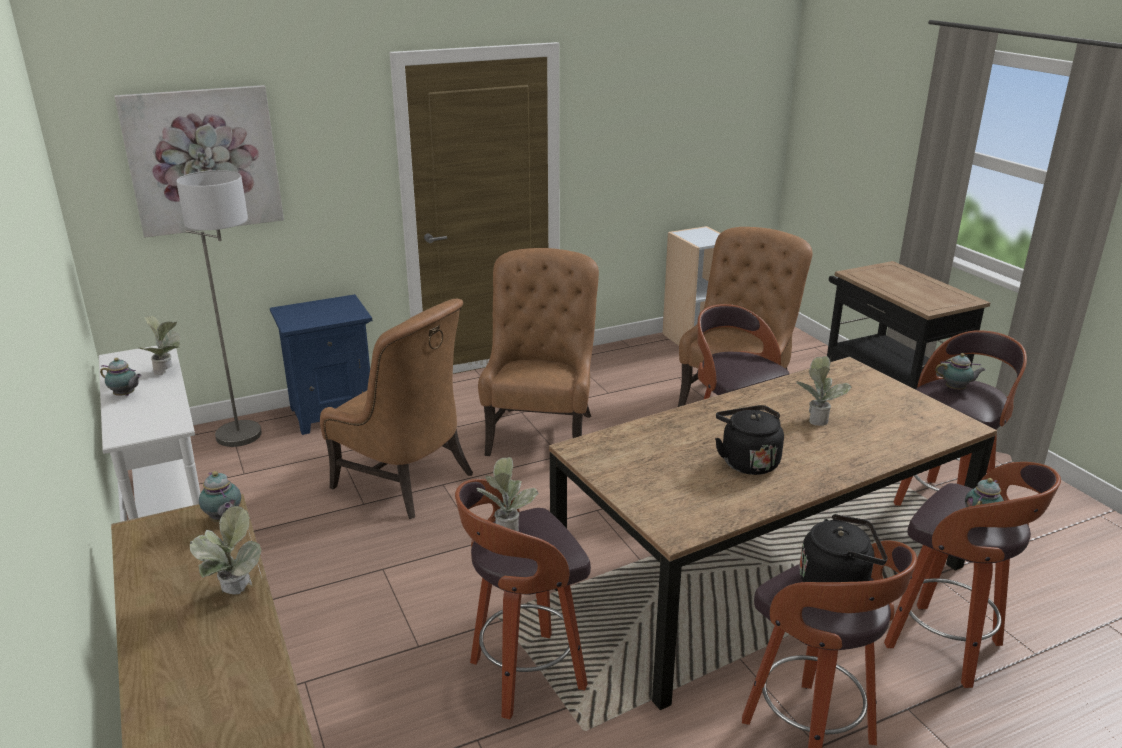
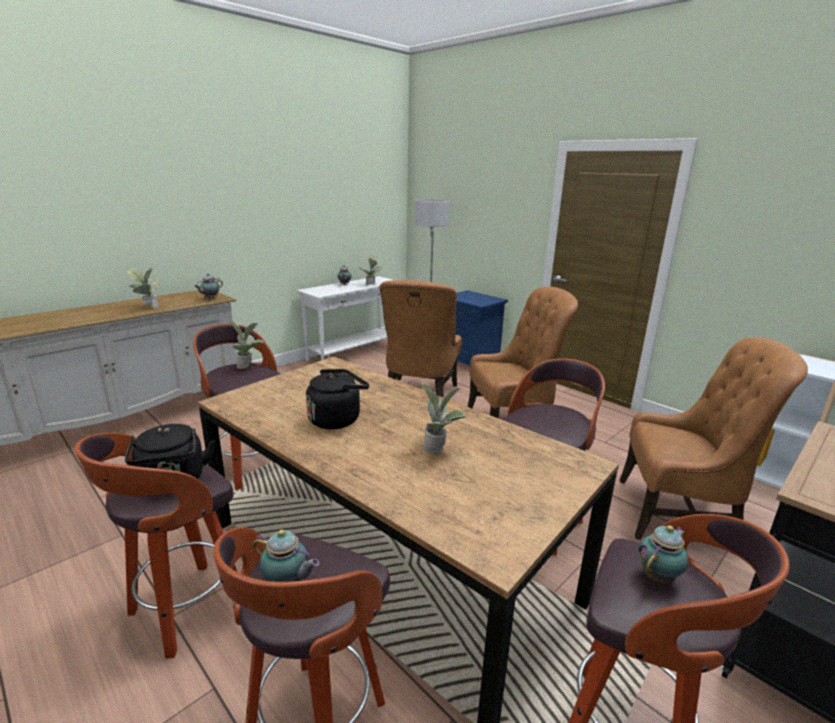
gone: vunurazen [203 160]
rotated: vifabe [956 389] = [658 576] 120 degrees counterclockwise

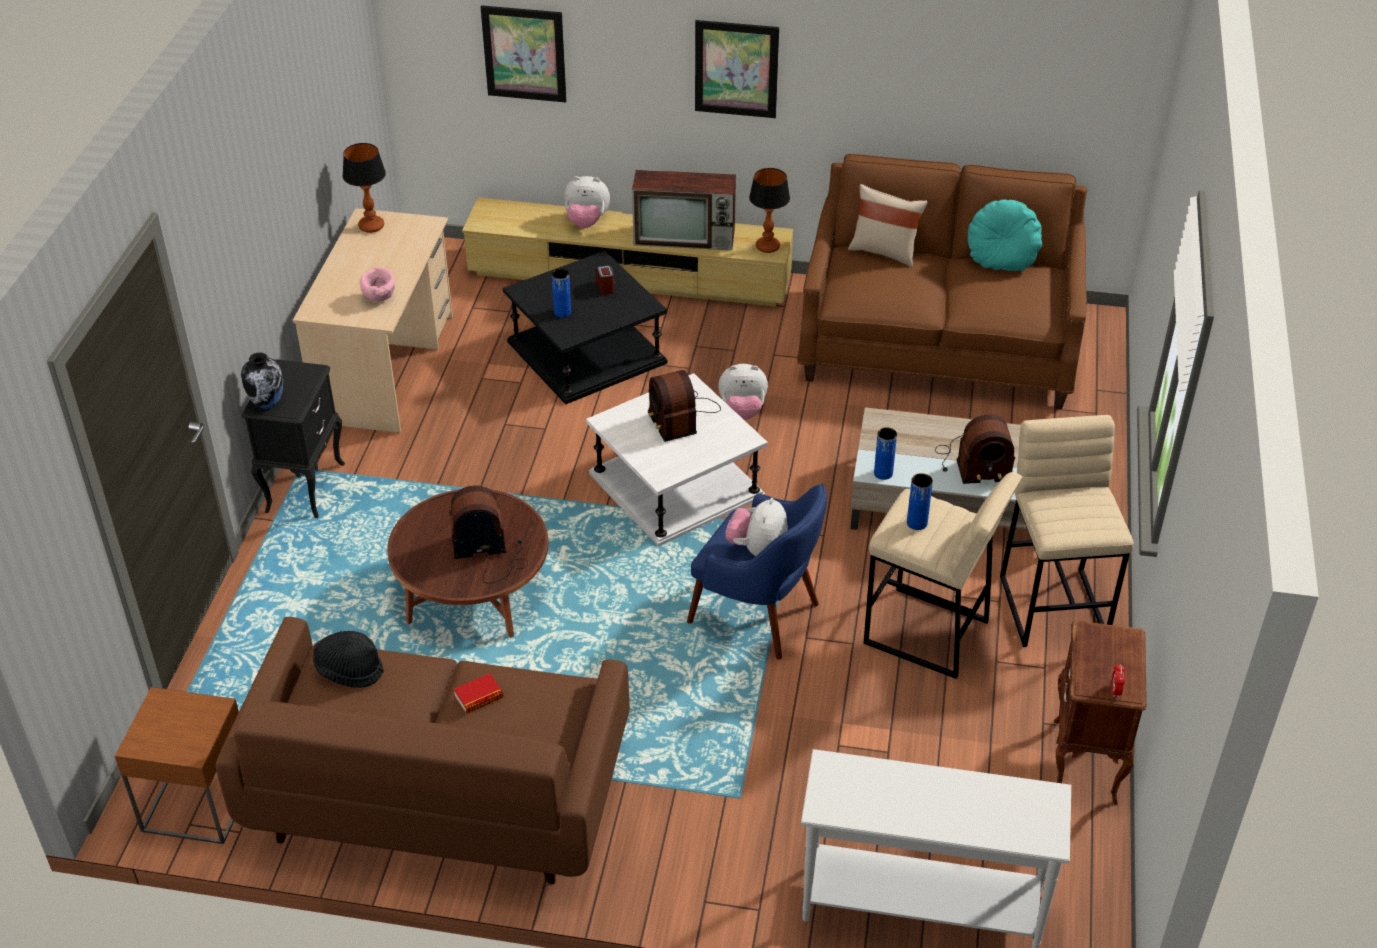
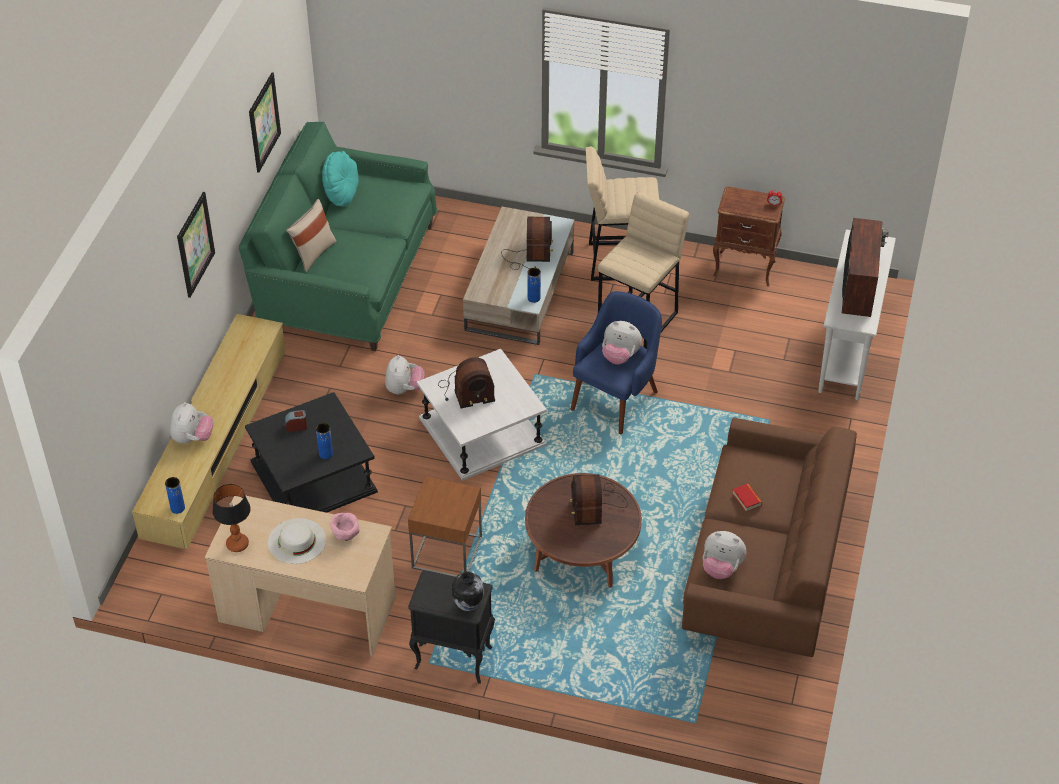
gone: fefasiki [768 247]
new: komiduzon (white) [297 541]
shifted: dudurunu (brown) [198 803] to [447 552]; vunurazen [524 53] to [264 122]; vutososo [686 237] to [858 285]; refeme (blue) [917 523] to [177 508]
swapped: komiduzon (black) [349 670] to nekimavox [721 568]
repainted: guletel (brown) [938 343] to guletel (green) [345 275]

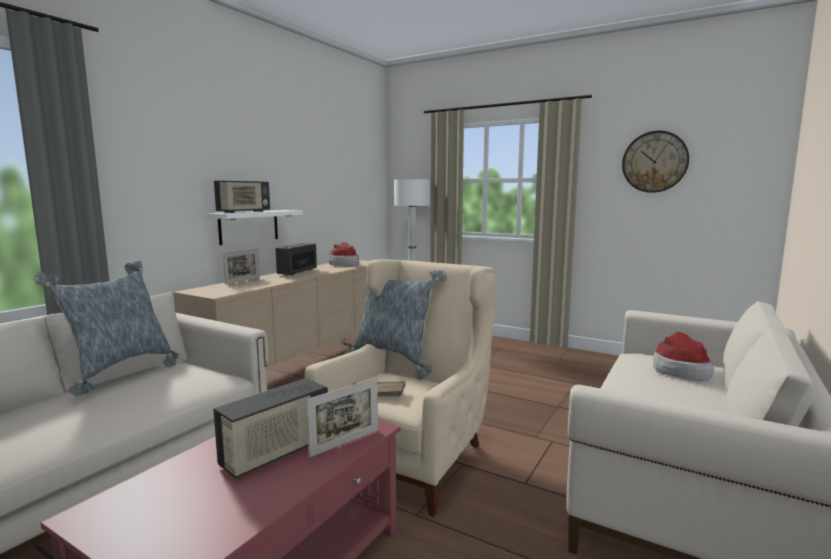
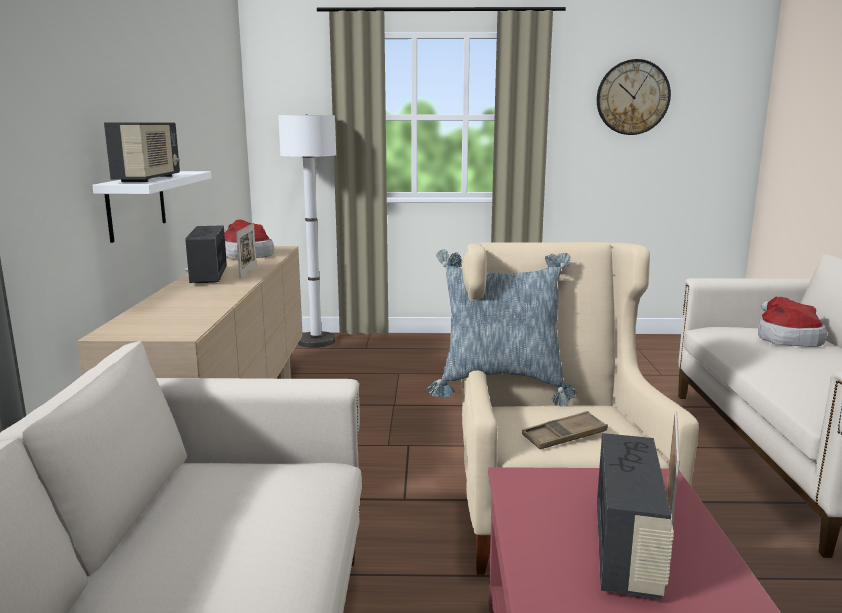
gone: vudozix [118 378]
shifted: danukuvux [242 281] to [248 271]

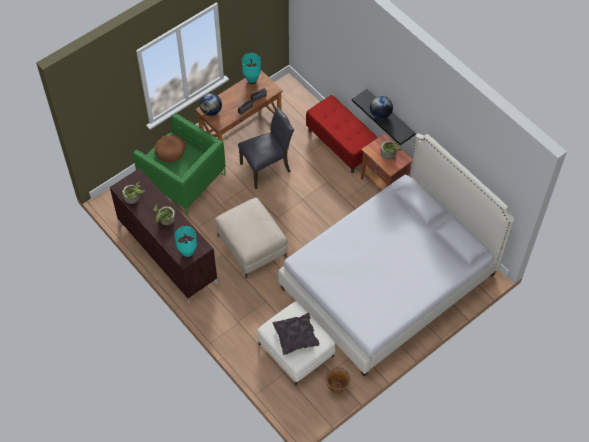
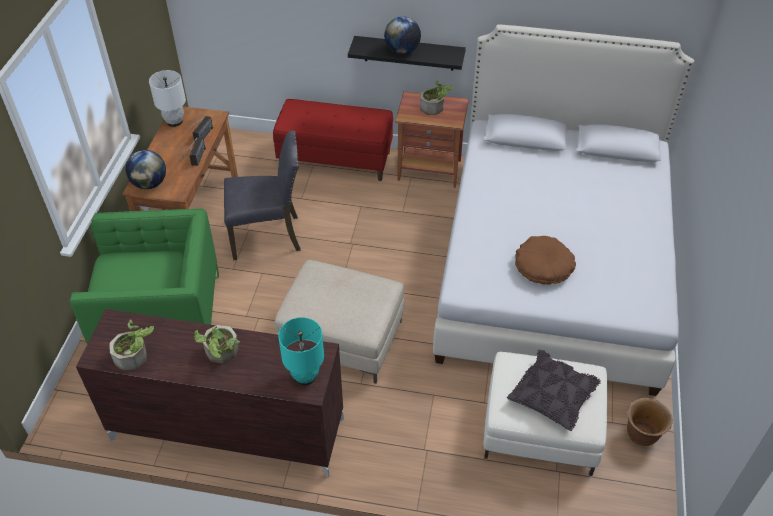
shifted: vudozix (brown) [170 151] to [542 267]
repainted: fefasiki (turquoise) [252 80] to fefasiki (white) [174 121]
rotated: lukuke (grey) [267 168] = [268 236] 60 degrees clockwise

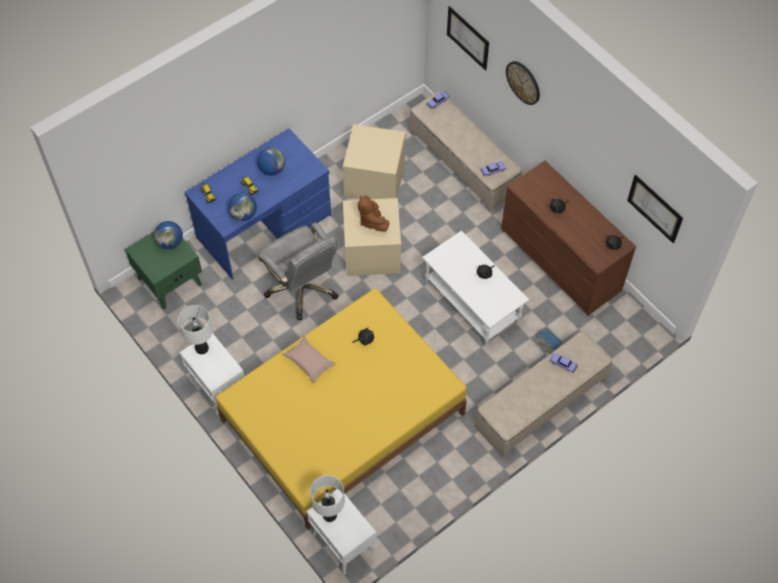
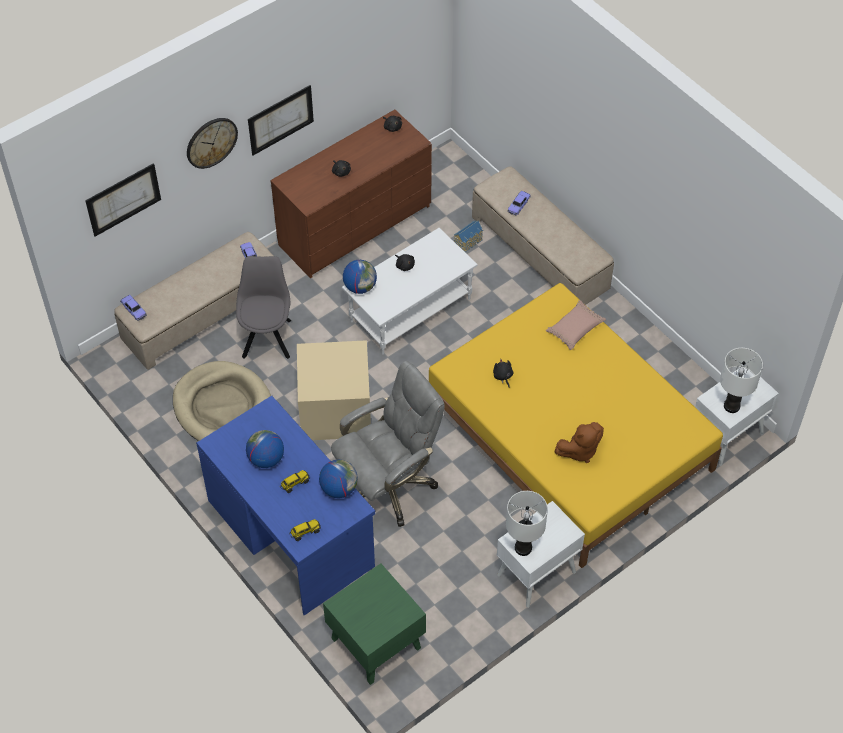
new: lukuke (grey) [267 338]
shifted: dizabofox [170 242] to [360 287]; vudozix (beige) [309 361] to [575 327]; nekimavox (brown) [372 220] to [579 450]; vunurazen [654 208] to [280 120]
swapped: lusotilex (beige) [375 179] to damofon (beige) [222 407]

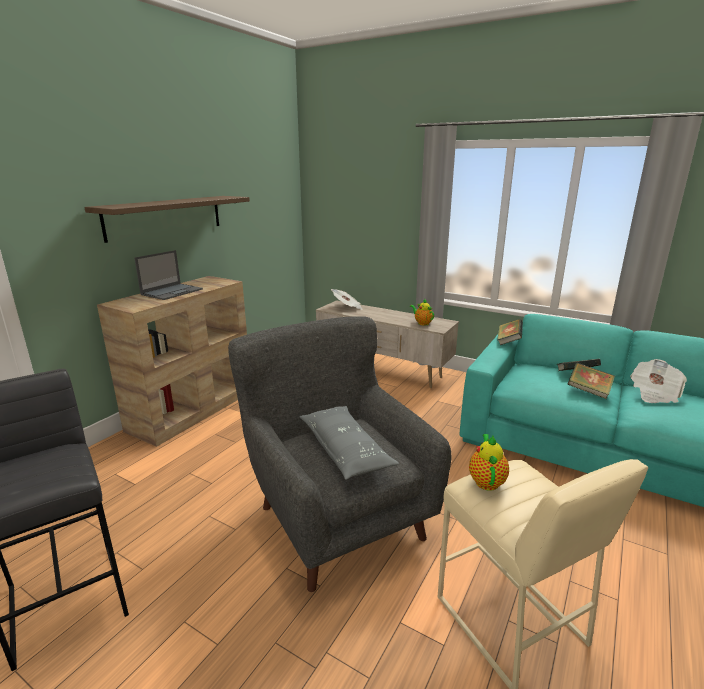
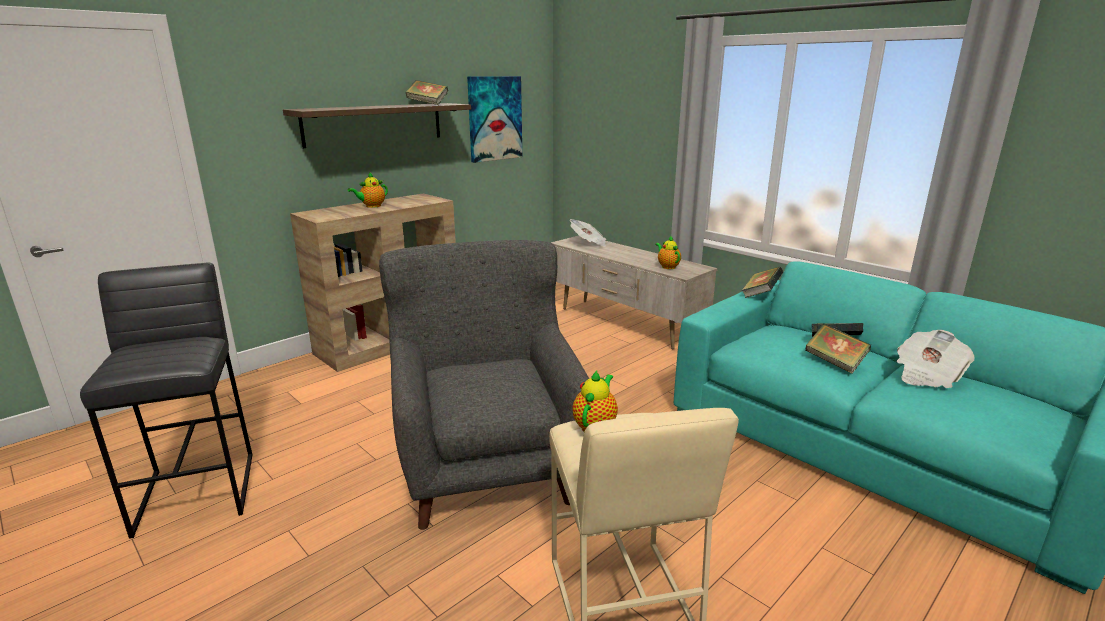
gone: vudozix (grey) [345 450]
new: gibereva [427 104]; vunurazen [494 118]
swapped: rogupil [172 292] to vifabe [371 206]

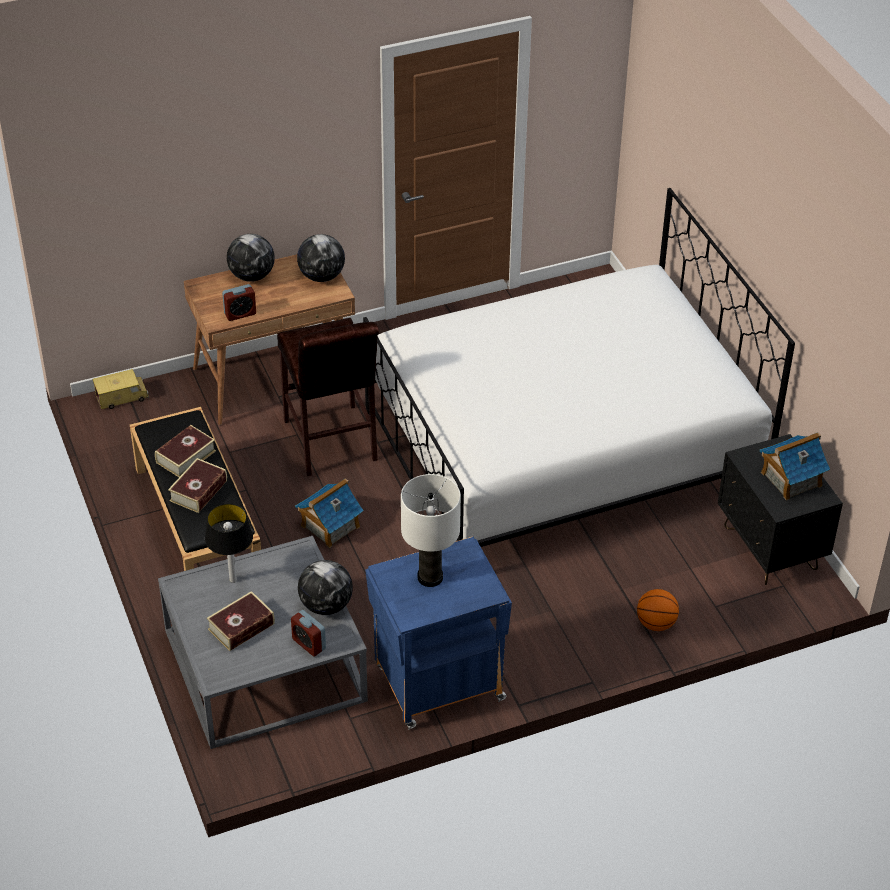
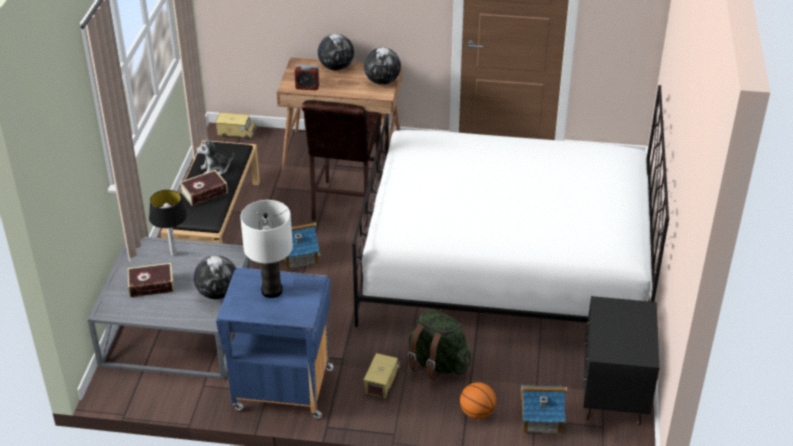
gone: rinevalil [309 644]
new: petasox [382 381]; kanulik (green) [437 364]
shifted: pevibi [790 479] to [540 419]
swapped: gibereva [186 456] to nekimavox [215 169]

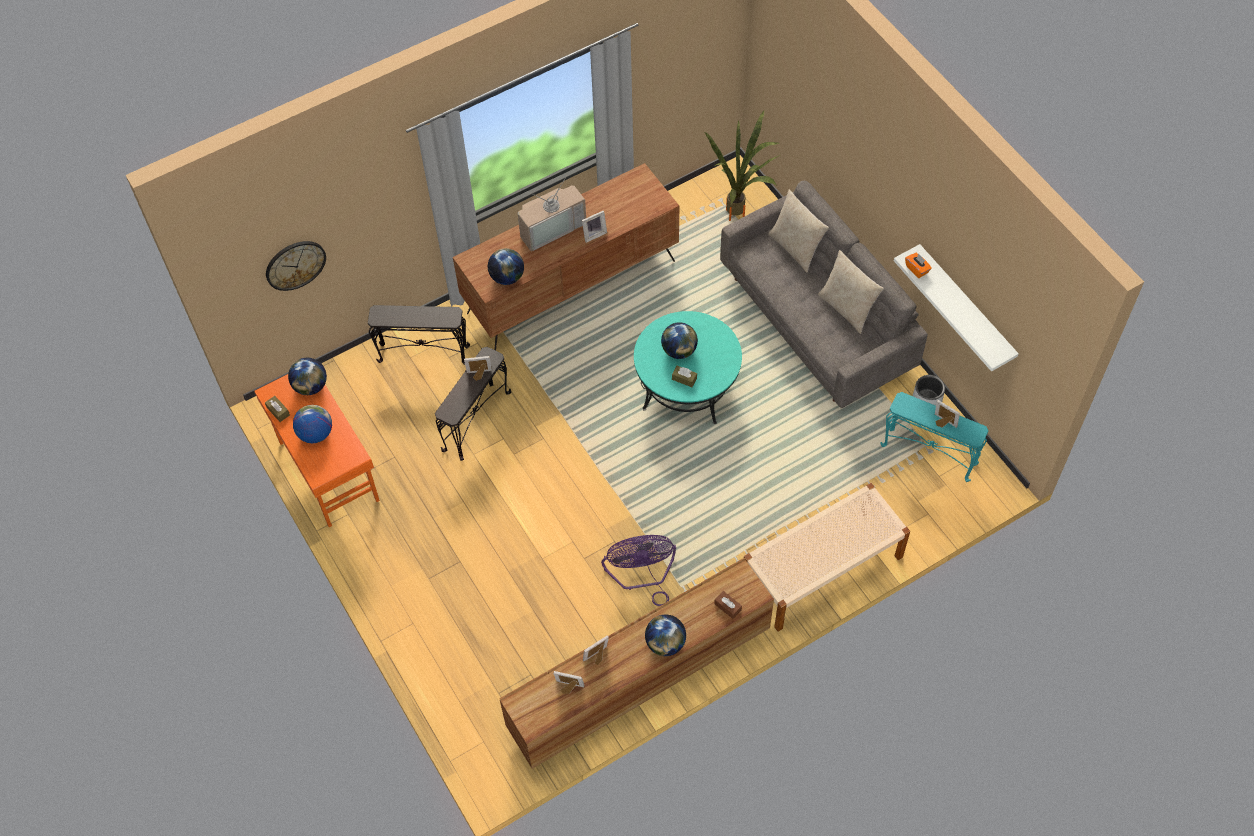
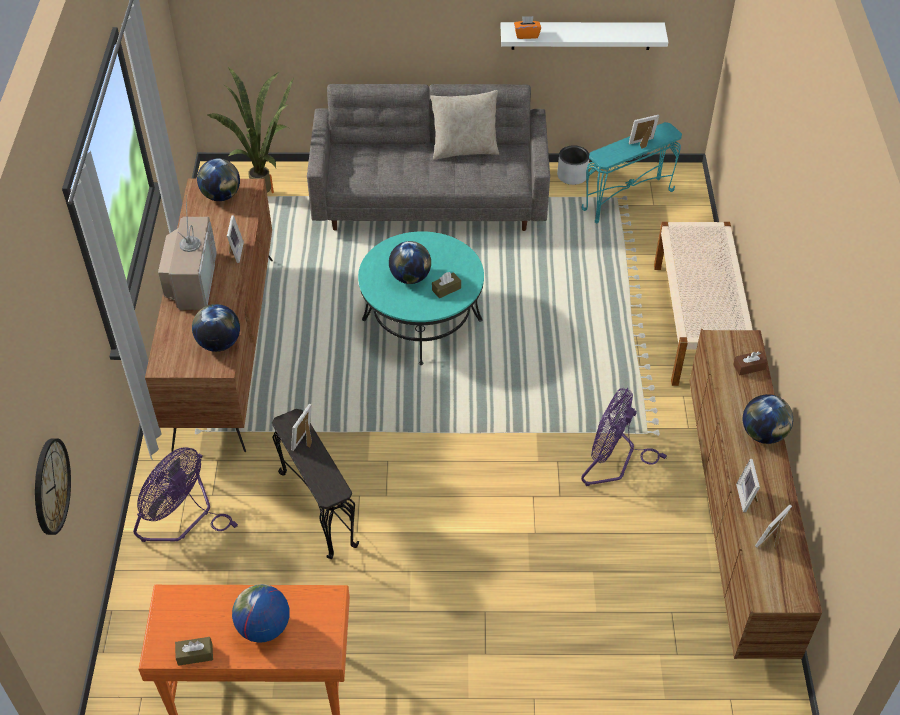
gone: vudozix (beige) [795 248]
shifted: dizabofox [311 386] to [221 196]
swapped: dudurunu (black) [423 355] to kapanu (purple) [187 517]

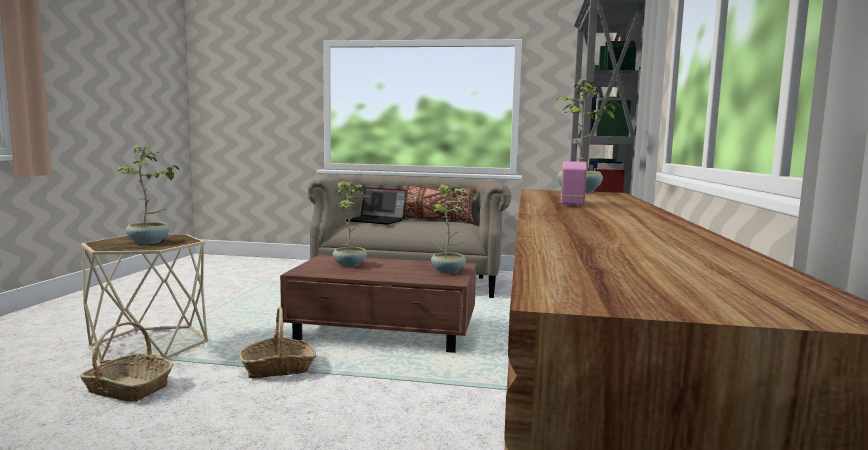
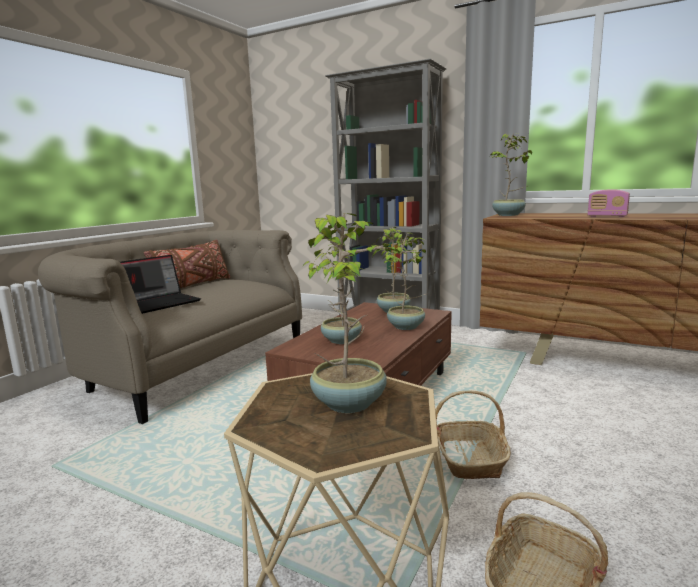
new: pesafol [407 327]

